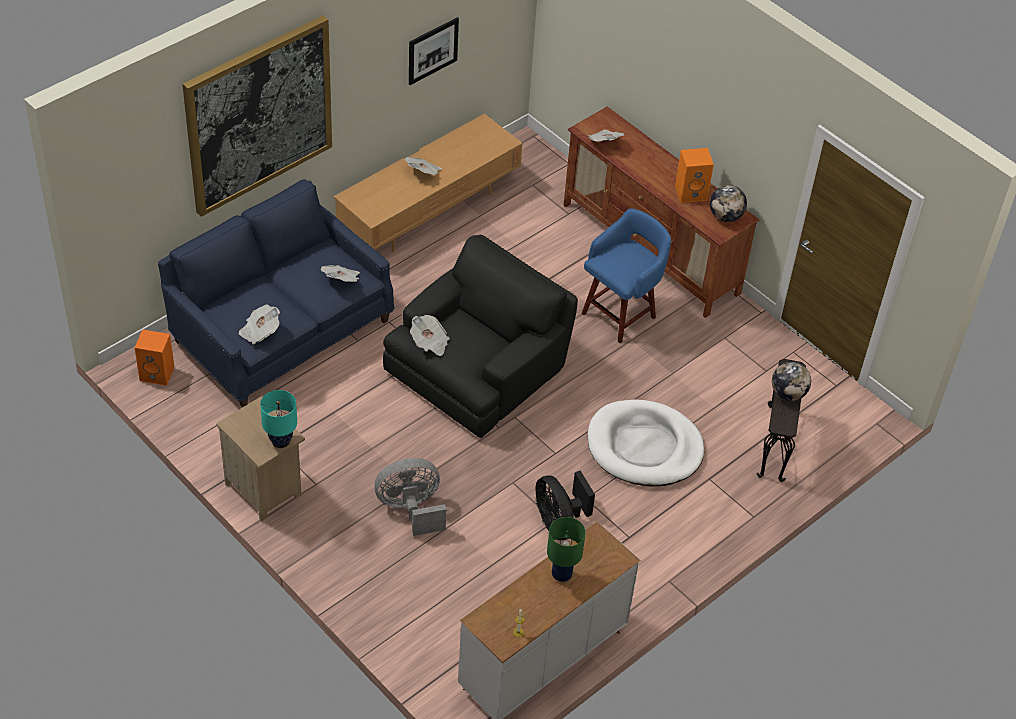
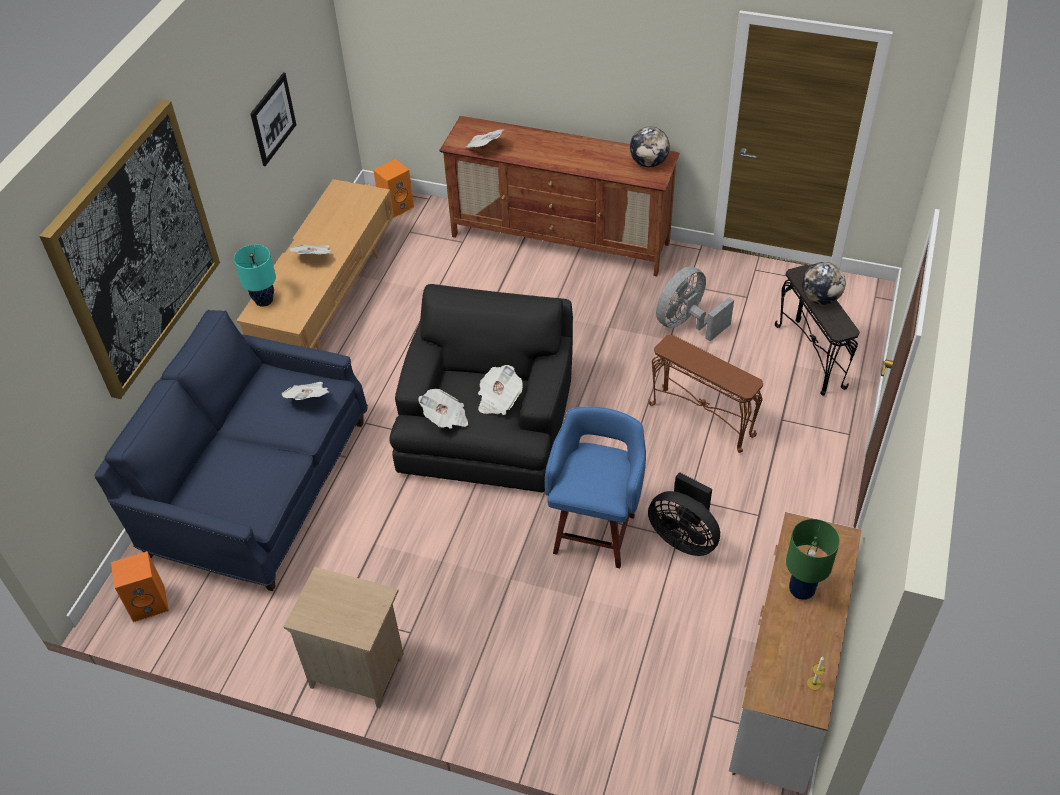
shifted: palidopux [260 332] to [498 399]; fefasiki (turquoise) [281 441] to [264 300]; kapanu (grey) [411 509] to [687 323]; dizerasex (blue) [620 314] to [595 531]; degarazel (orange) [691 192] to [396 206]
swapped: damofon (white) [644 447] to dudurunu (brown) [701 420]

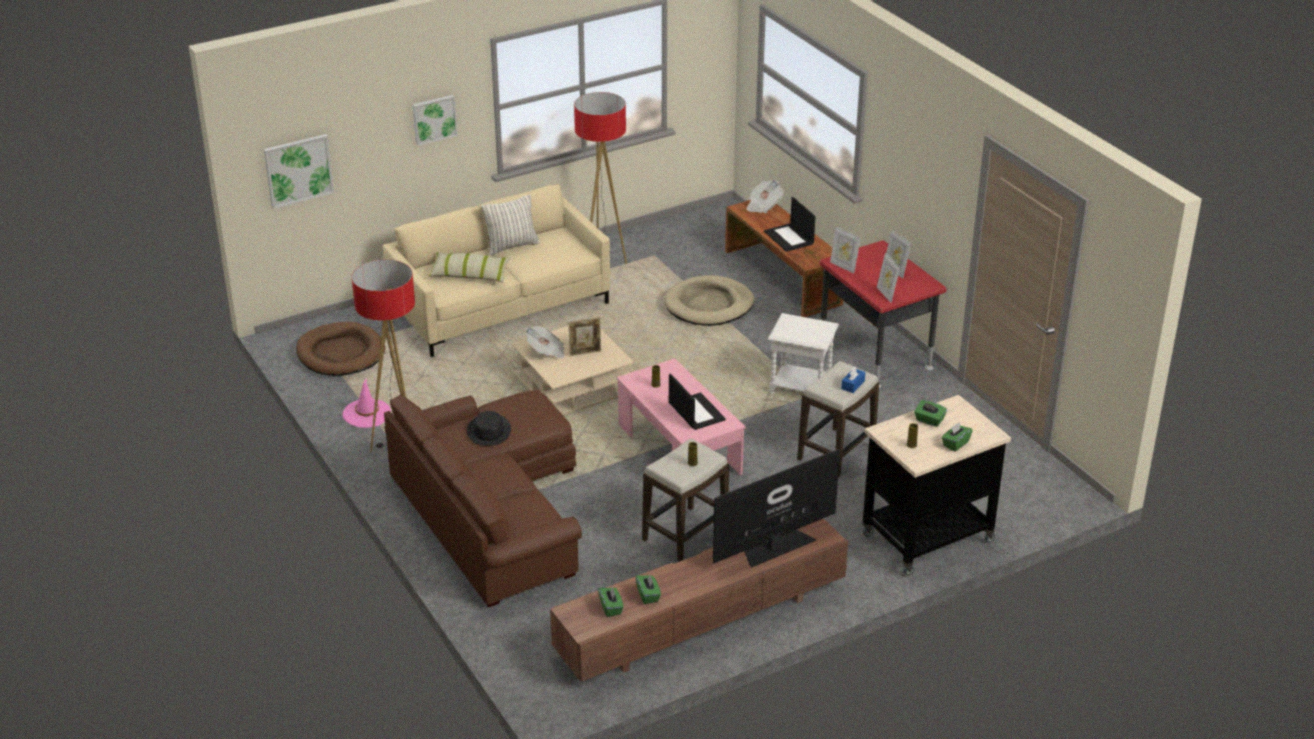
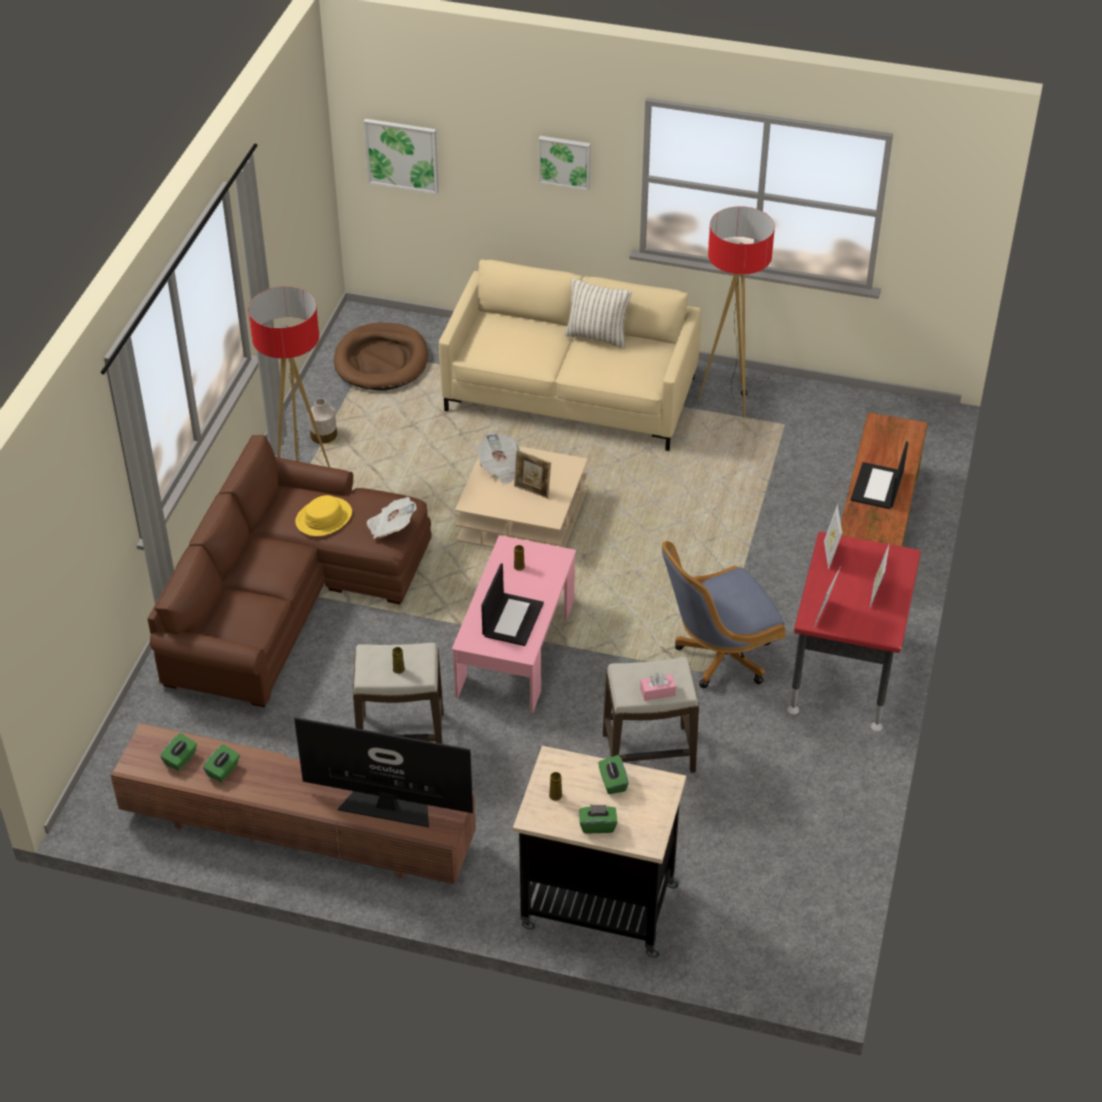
gone: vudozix [470 274]; damofon (beige) [709 305]
shifted: palidopux [763 206] to [391 527]
swapped: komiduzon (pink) [367 414] to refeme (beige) [323 435]; dudurunu (white) [800 387] to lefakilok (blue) [716 660]
repainted: komiduzon (black) [489 431] to komiduzon (yellow) [324 518]; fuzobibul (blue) [853 385] to fuzobibul (pink) [657 692]

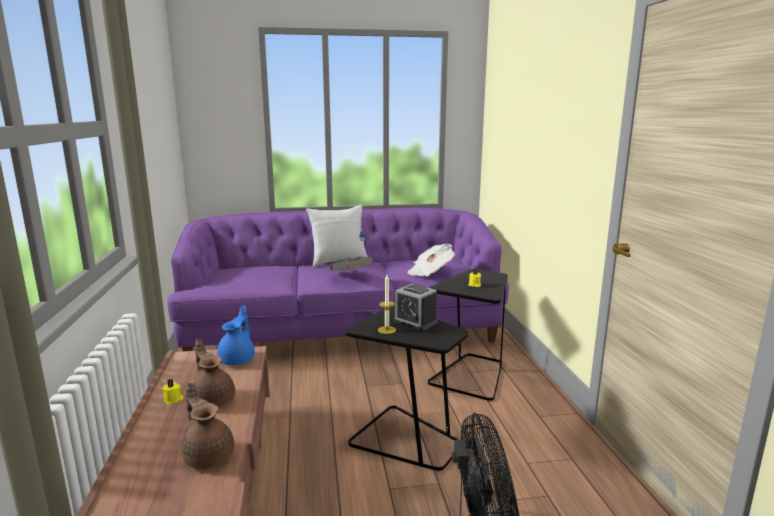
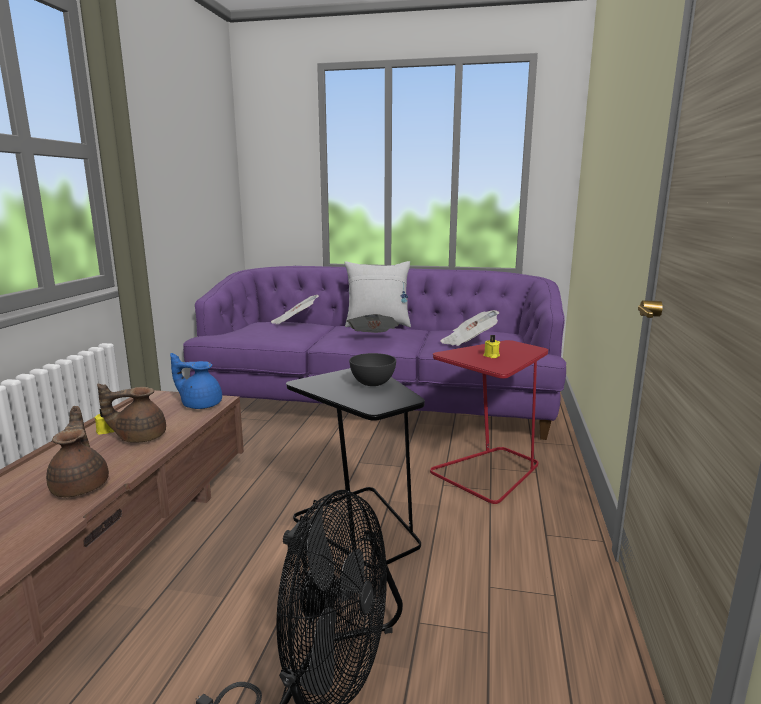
gone: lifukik [386 330]
new: palidopux [294 322]
swapped: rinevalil [415 322] to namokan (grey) [373 383]
repainted: dudurunu (black) [471 376] to dudurunu (red) [489 472]
rotated: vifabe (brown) [214 400] = [140 437] 90 degrees counterclockwise; vifabe (blue) [238 359] = [200 404] 105 degrees counterclockwise

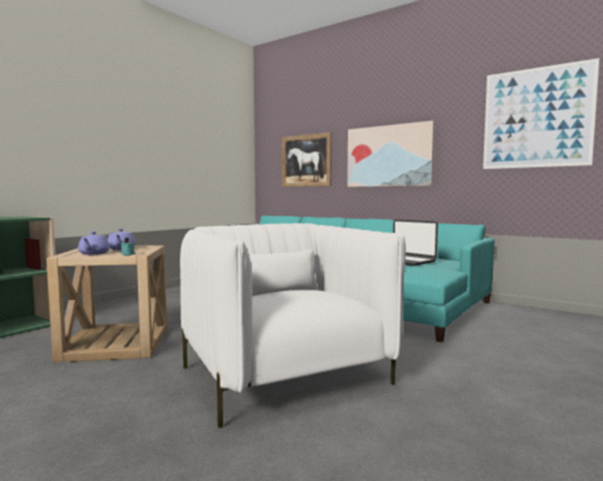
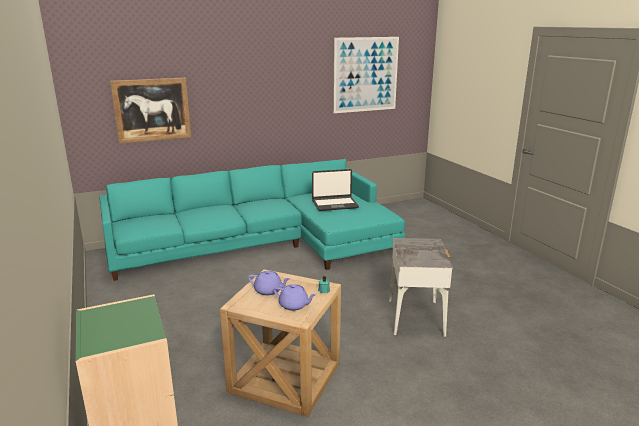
gone: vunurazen [389 156]
swapped: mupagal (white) [285 375] to dudurunu [416 317]

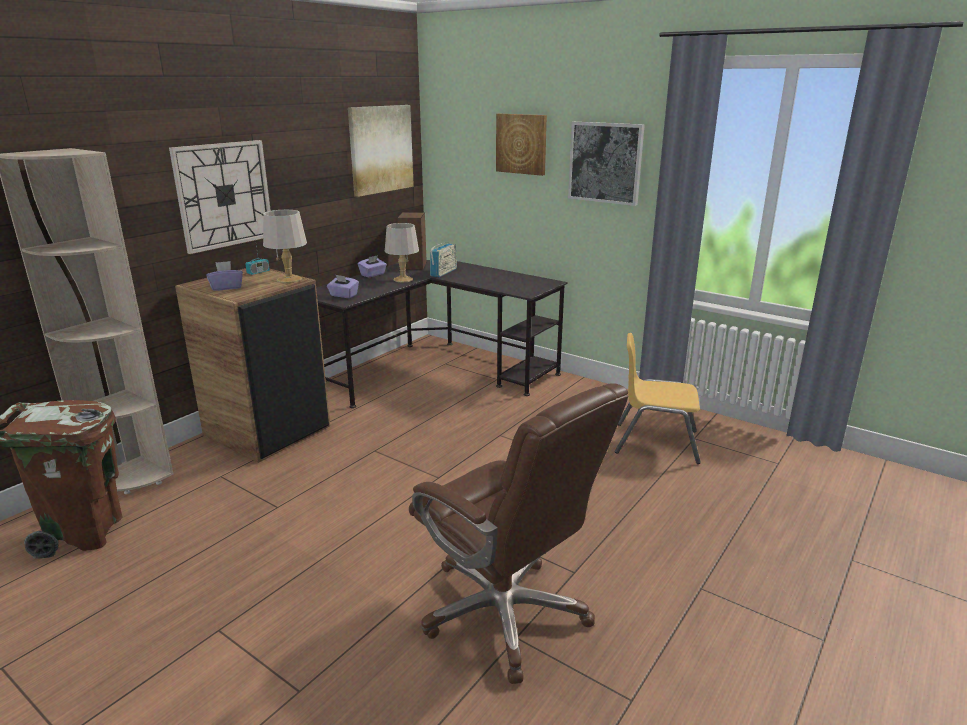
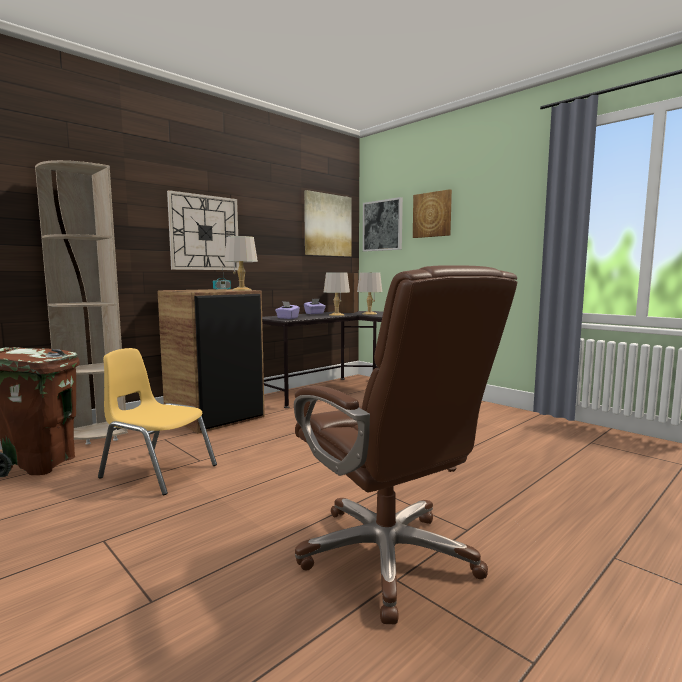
gone: fuzobibul (purple) [226 287]
shifted: vunurazen [605 162] to [383 225]; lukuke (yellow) [656 442] to [158 471]
swapped: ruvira [443 272] to fefasiki (grey) [369 314]

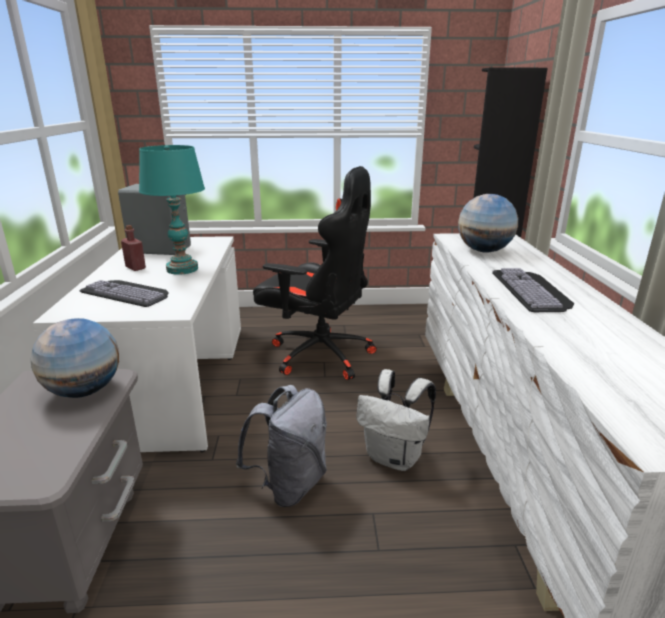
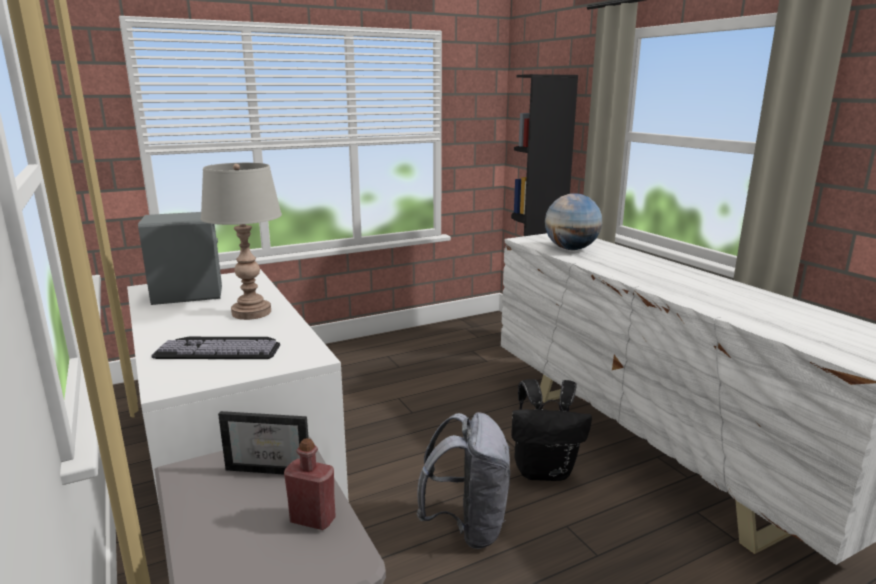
gone: lefakilok (black) [314 354]; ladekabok [533 290]
shifted: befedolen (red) [135 268] to [312 519]
swapped: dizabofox [85 391] to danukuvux [273 466]
repainted: fefasiki (turquoise) [182 269] to fefasiki (grey) [252 312]; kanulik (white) [395 457] to kanulik (black) [545 471]

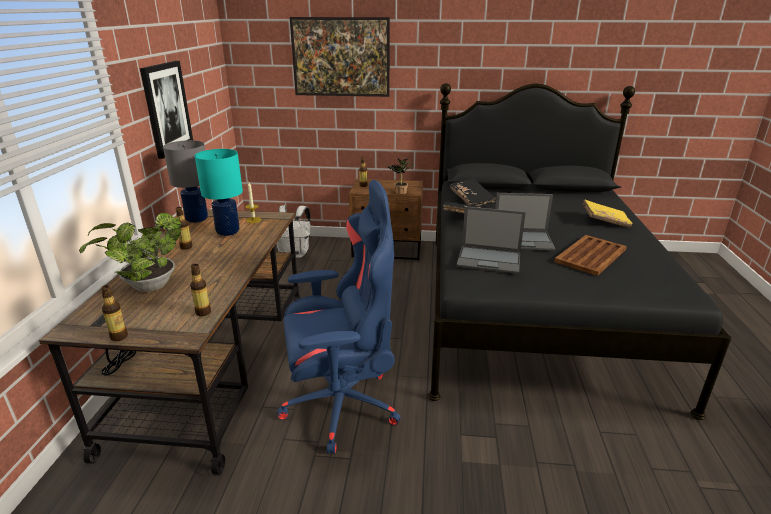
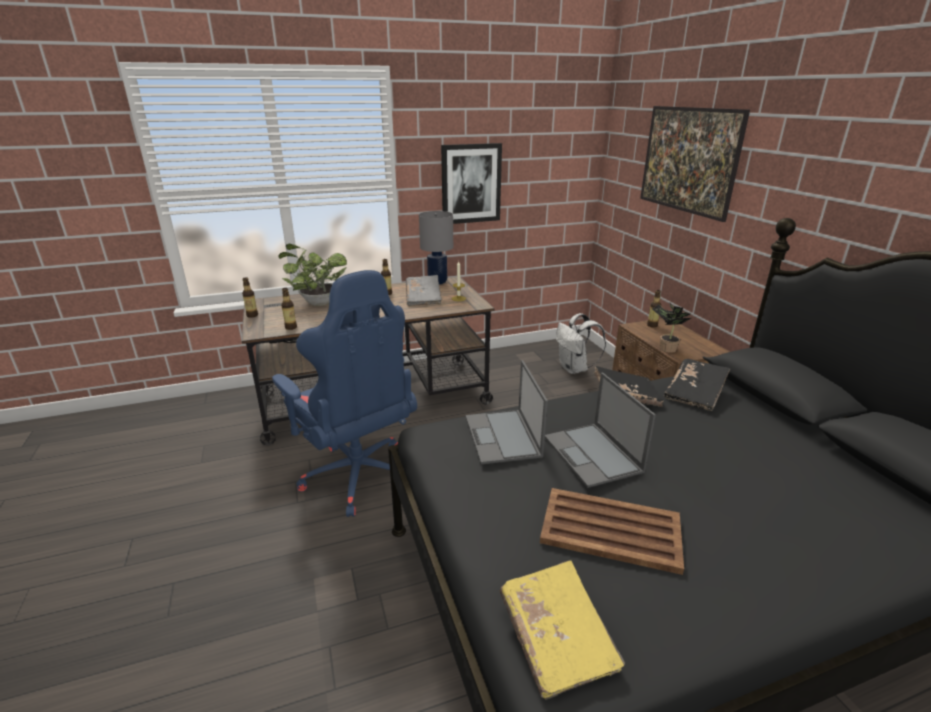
shifted: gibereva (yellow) [605 221] to [557 638]
swapped: fefasiki (turquoise) [228 233] to gibereva (grey) [423 298]

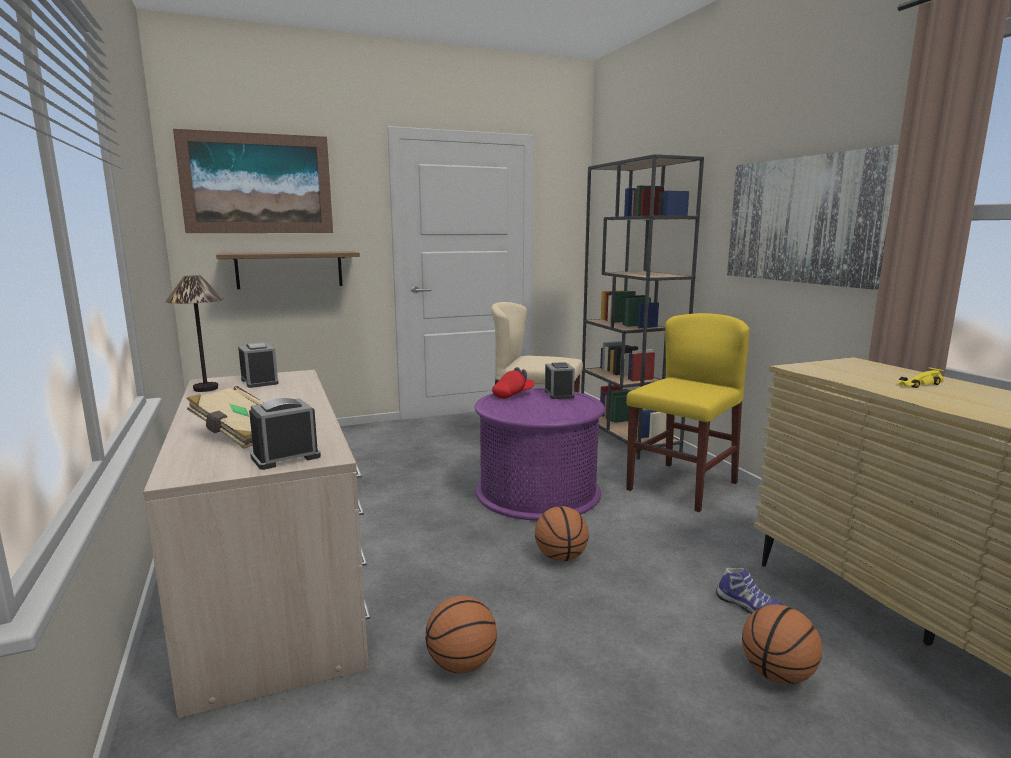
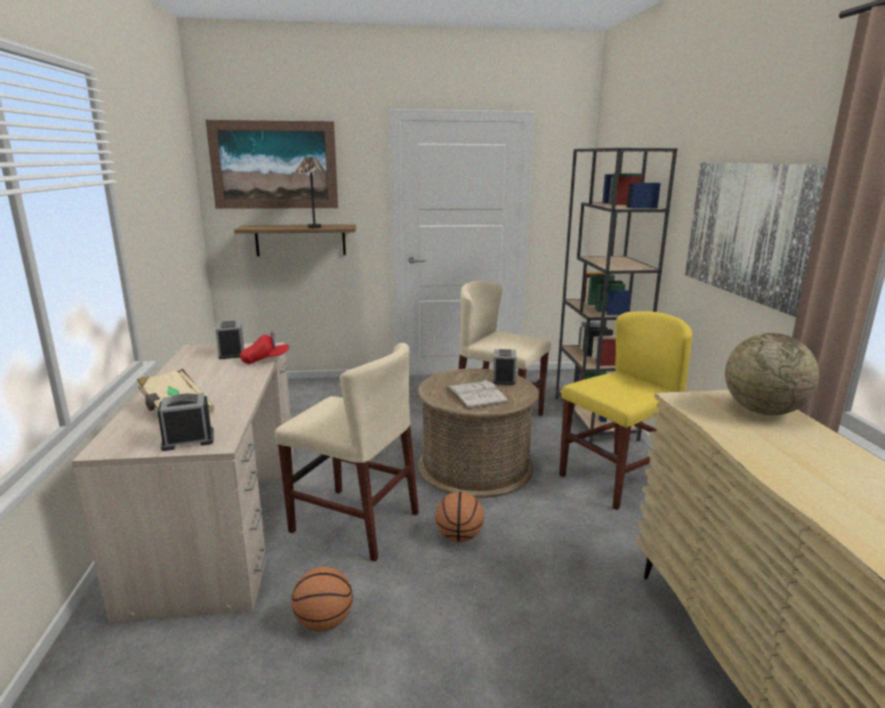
gone: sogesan [748 607]; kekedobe [777 674]; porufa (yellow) [918 384]
new: lukuke (beige) [354 522]; gibereva (white) [476 395]; dizabofox [762 411]
shifted: fefasiki [205 389] to [314 227]; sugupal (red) [513 395] to [265 360]
repainted: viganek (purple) [538 492] to viganek (brown) [475 467]

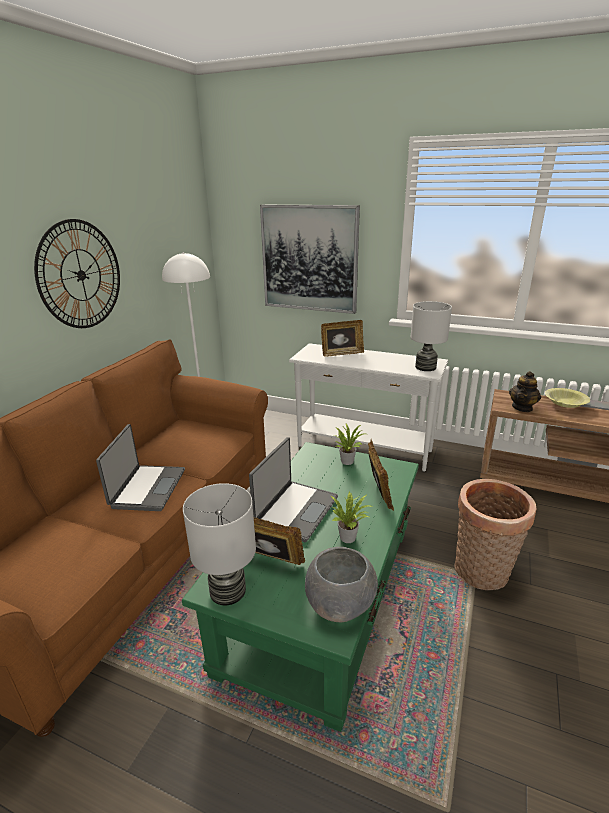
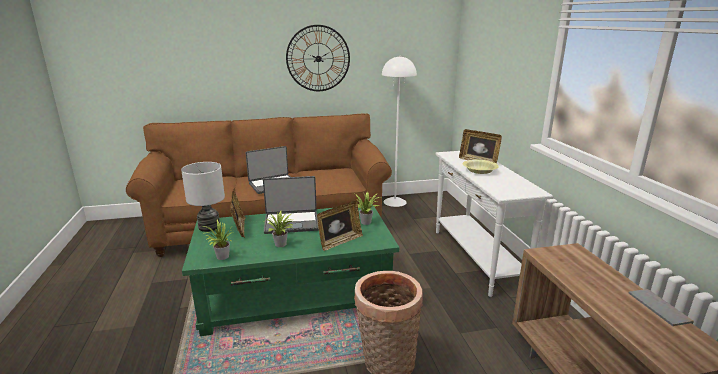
gone: vunurazen [309 259]; fefasiki (grey) [425 367]; vifabe [522 407]
shifted: namokan (yellow) [565 403] to [479 171]
swapped: namokan (grey) [341 603] to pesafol [221 257]

